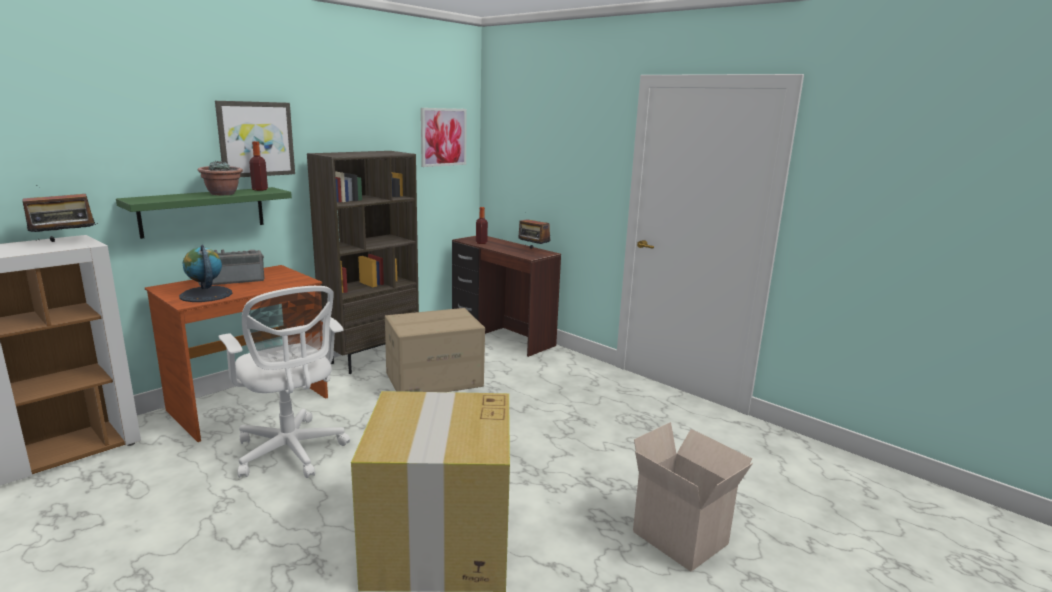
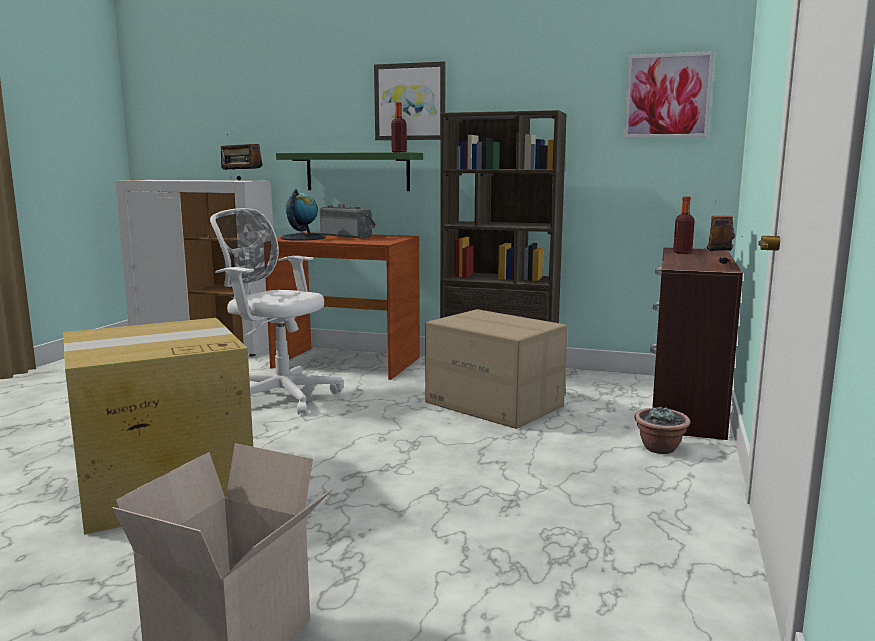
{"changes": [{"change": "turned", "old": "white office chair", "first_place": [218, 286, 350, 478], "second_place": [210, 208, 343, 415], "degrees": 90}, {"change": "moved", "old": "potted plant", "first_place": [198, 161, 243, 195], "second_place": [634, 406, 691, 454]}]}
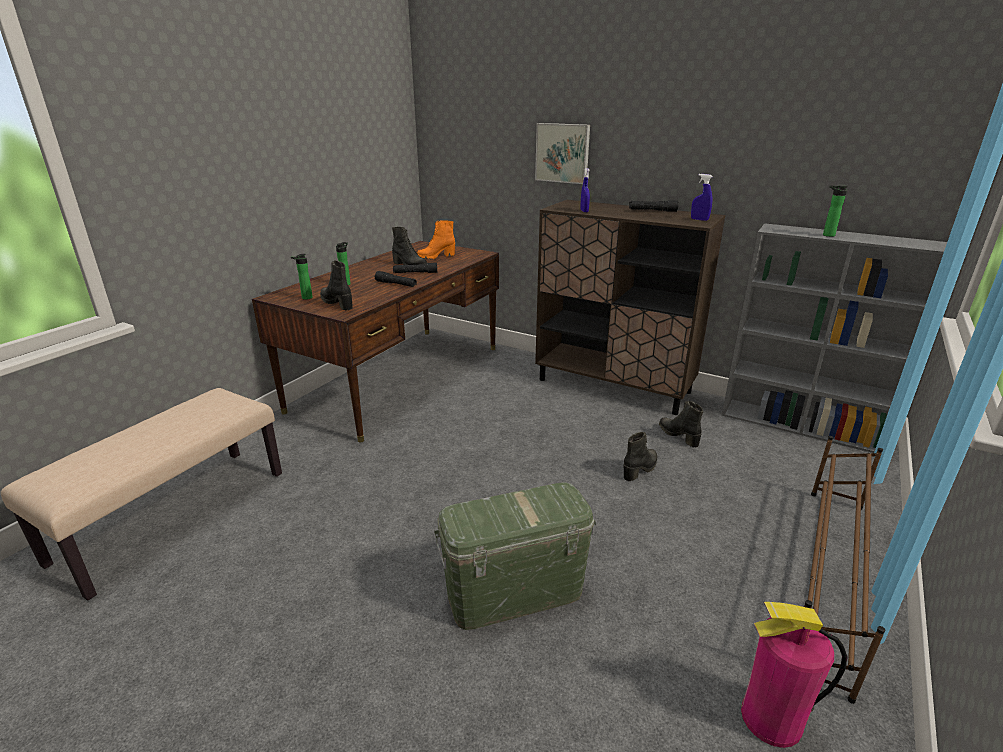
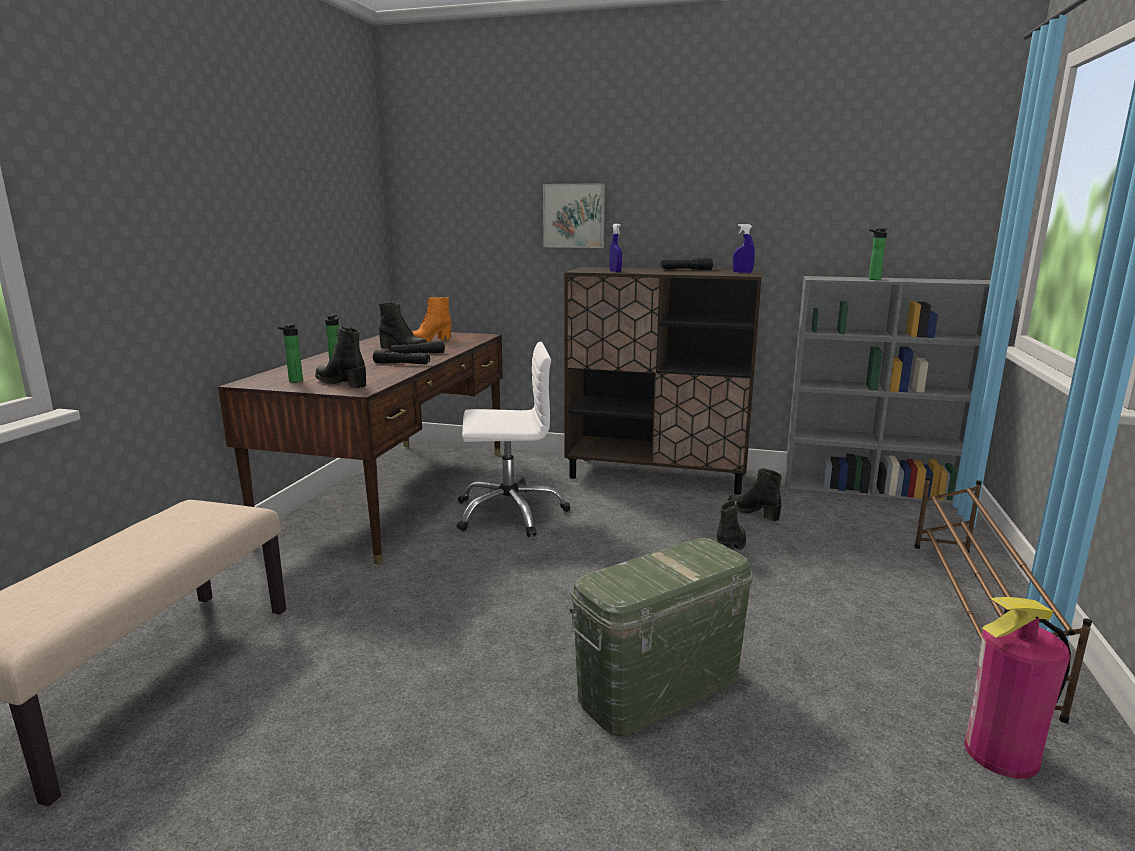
{"changes": [{"change": "added", "new": "white office chair", "second_place": [457, 342, 571, 537]}]}
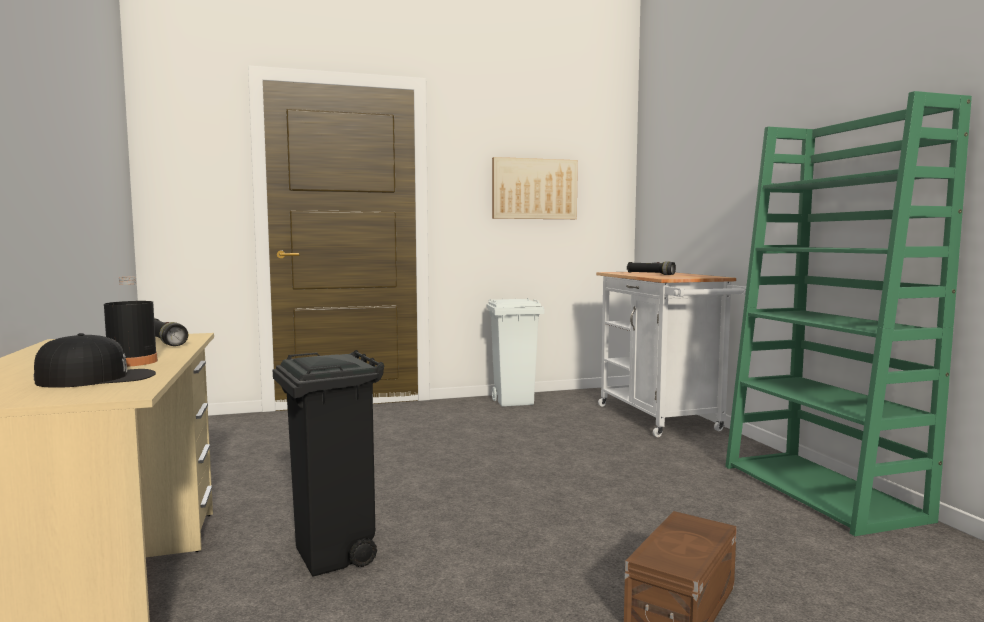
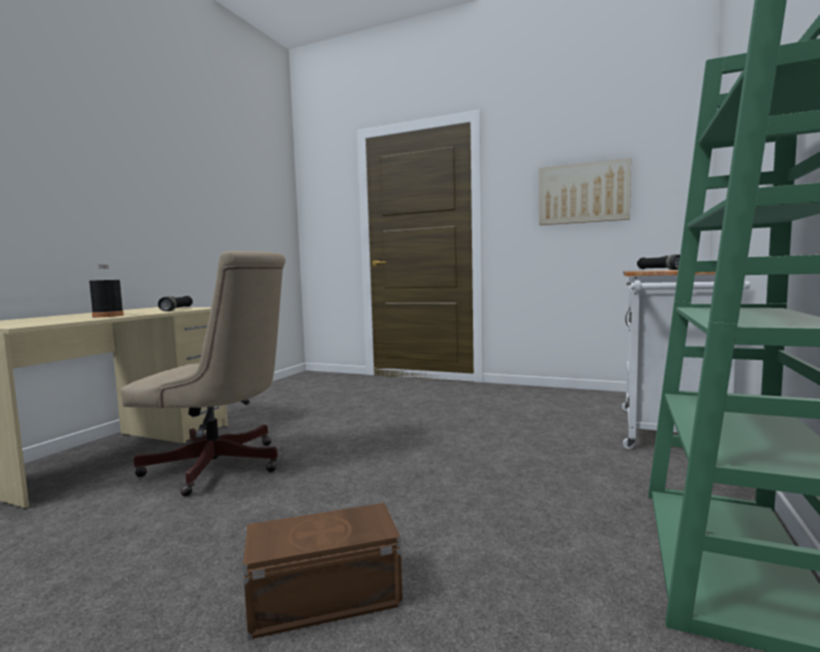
{"changes": [{"change": "replaced", "old": "black trash can", "new": "beige office chair", "first_place": [272, 350, 385, 577], "second_place": [121, 251, 286, 496]}, {"change": "removed", "old": "black cap", "first_place": [33, 333, 156, 388]}, {"change": "removed", "old": "white trash can", "first_place": [486, 298, 545, 407]}]}
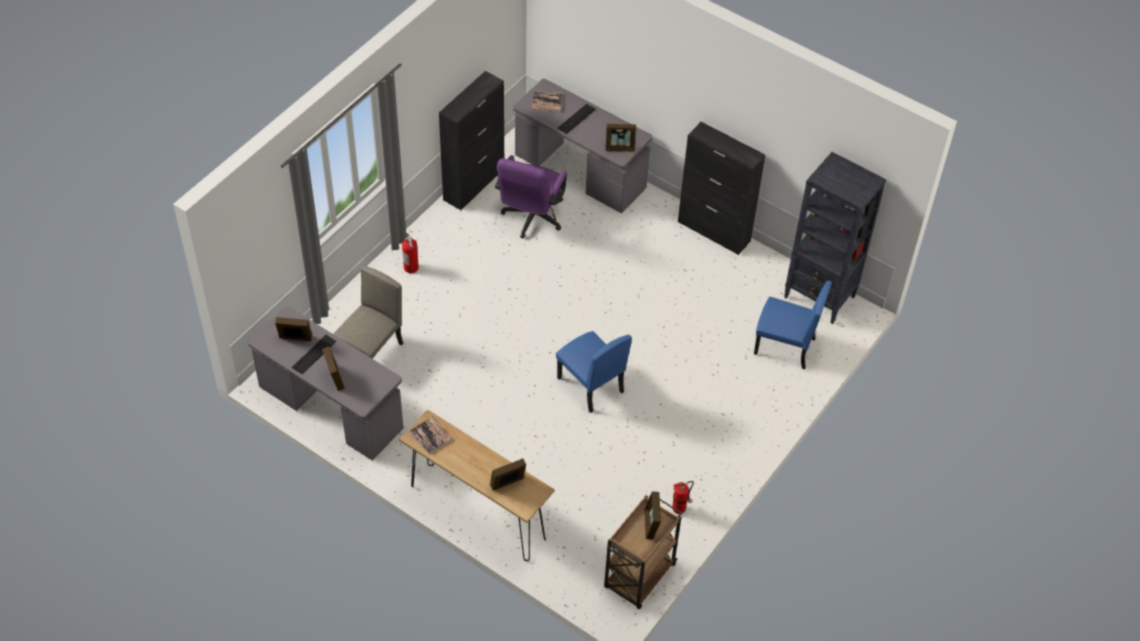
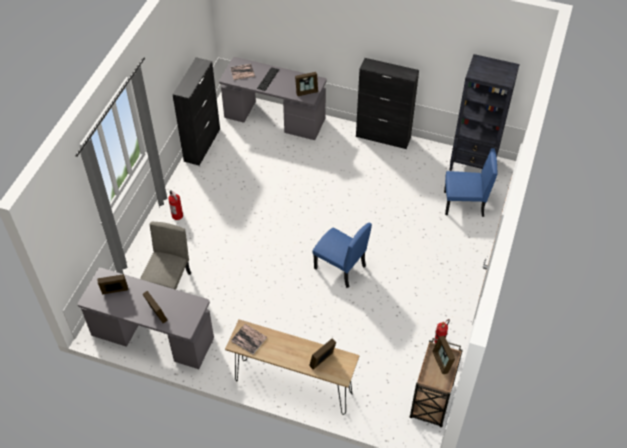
{"changes": [{"change": "removed", "old": "keyboard", "first_place": [292, 335, 337, 374]}, {"change": "removed", "old": "purple office chair", "first_place": [495, 155, 567, 239]}]}
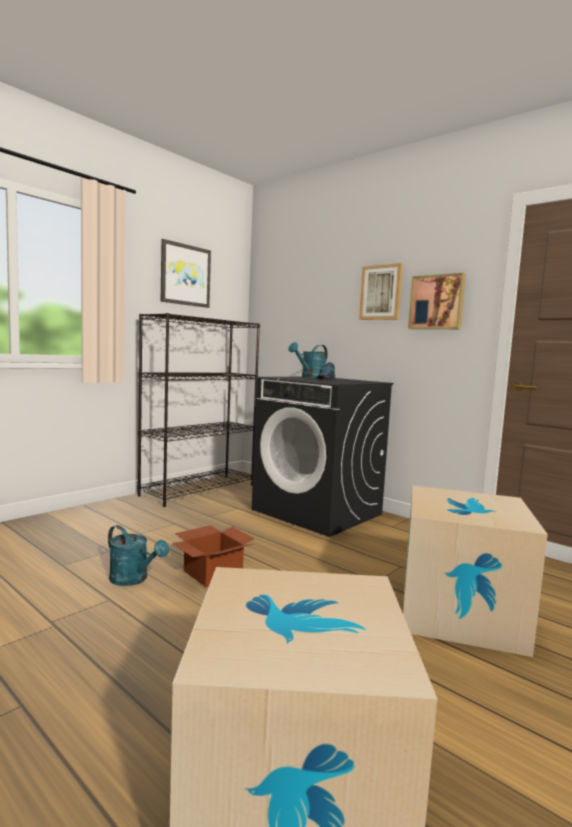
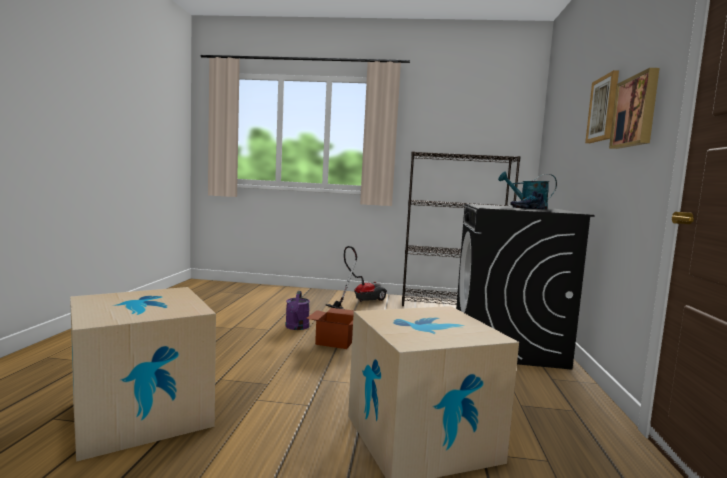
{"changes": [{"change": "recoloured", "old": "turquoise watering can", "new": "purple watering can", "first_place": [108, 525, 169, 586], "second_place": [285, 291, 310, 330]}, {"change": "added", "new": "vacuum cleaner", "second_place": [325, 246, 387, 309]}, {"change": "removed", "old": "picture", "first_place": [161, 239, 211, 308]}]}
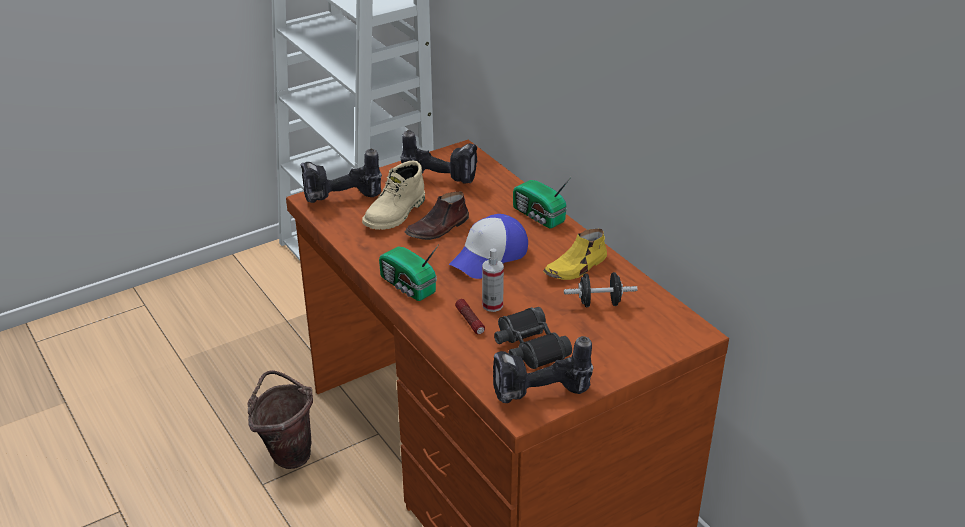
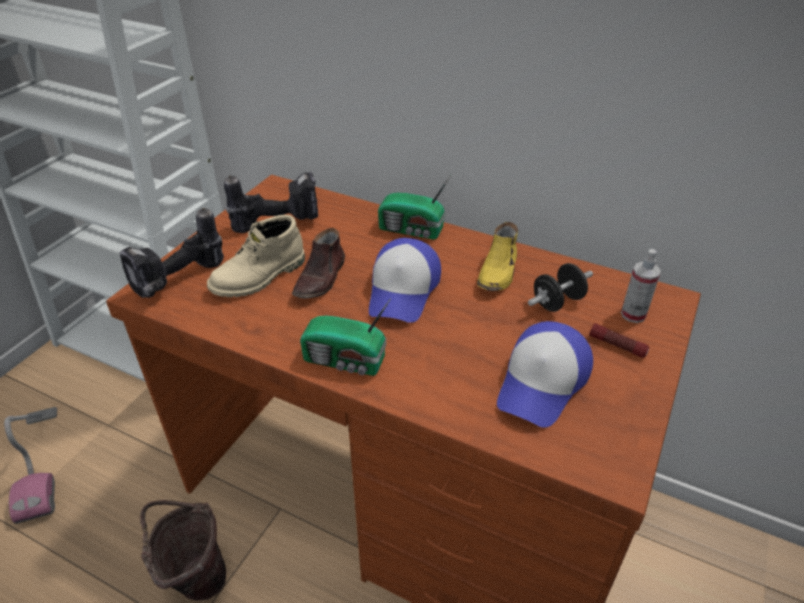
{"changes": [{"change": "added", "new": "vacuum cleaner", "second_place": [4, 407, 57, 524]}, {"change": "turned", "old": "beige boot", "first_place": [362, 161, 425, 230], "second_place": [207, 215, 305, 297], "degrees": 45}, {"change": "replaced", "old": "black binoculars", "new": "cap", "first_place": [494, 307, 572, 369], "second_place": [497, 321, 593, 427]}, {"change": "moved", "old": "flashlight", "first_place": [455, 299, 485, 334], "second_place": [589, 323, 649, 358]}, {"change": "moved", "old": "spray bottle", "first_place": [482, 248, 504, 312], "second_place": [621, 249, 661, 323]}, {"change": "removed", "old": "power drill", "first_place": [493, 336, 593, 403]}]}
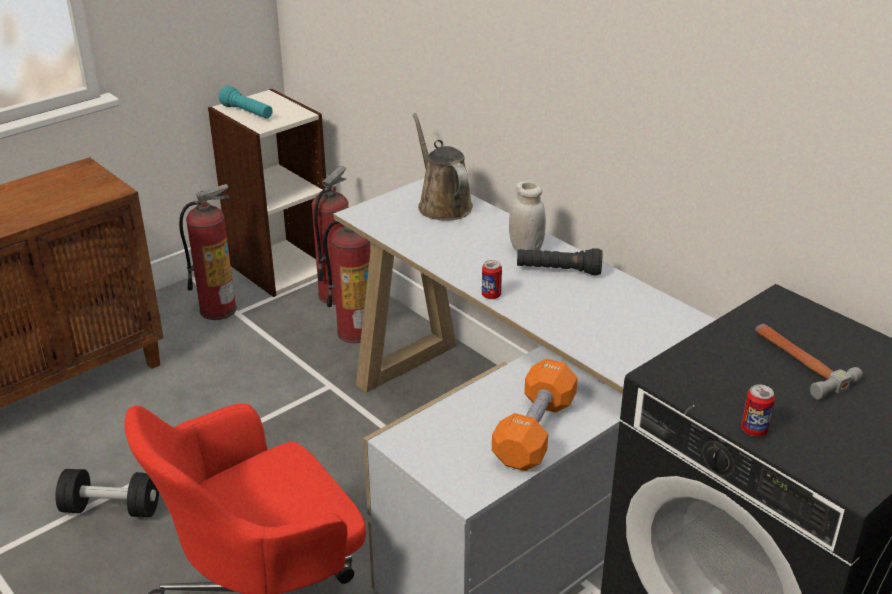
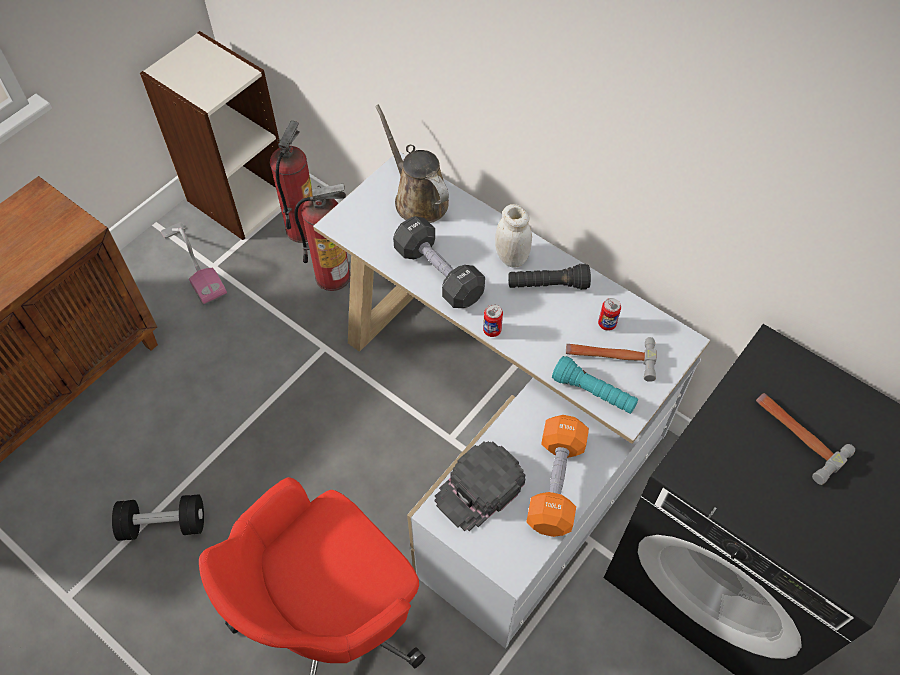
{"changes": [{"change": "replaced", "old": "fire extinguisher", "new": "vacuum cleaner", "first_place": [179, 184, 237, 320], "second_place": [161, 222, 227, 305]}, {"change": "added", "new": "black dumbbell", "second_place": [393, 216, 485, 308]}, {"change": "added", "new": "black cap", "second_place": [434, 441, 525, 531]}, {"change": "moved", "old": "turquoise flashlight", "first_place": [219, 86, 273, 119], "second_place": [552, 356, 638, 414]}, {"change": "added", "new": "hammer", "second_place": [566, 337, 657, 382]}, {"change": "moved", "old": "can", "first_place": [741, 384, 775, 437], "second_place": [598, 298, 621, 331]}]}
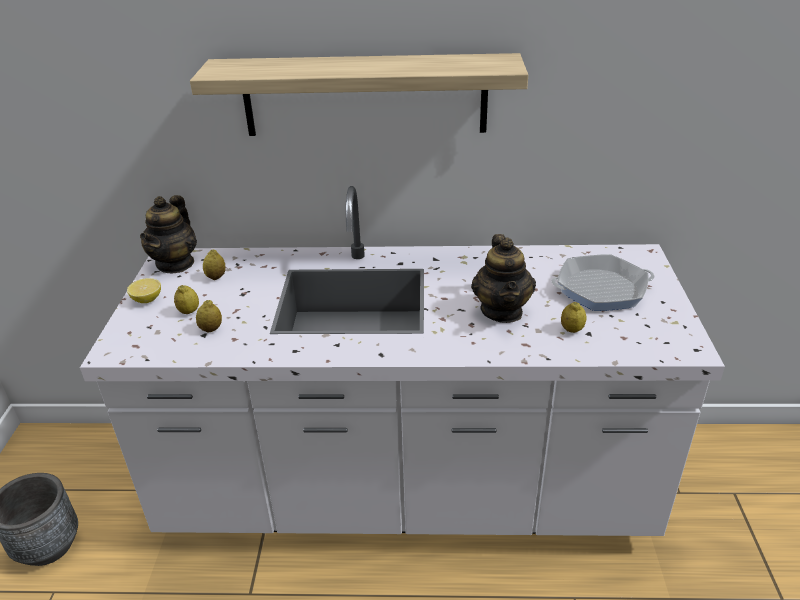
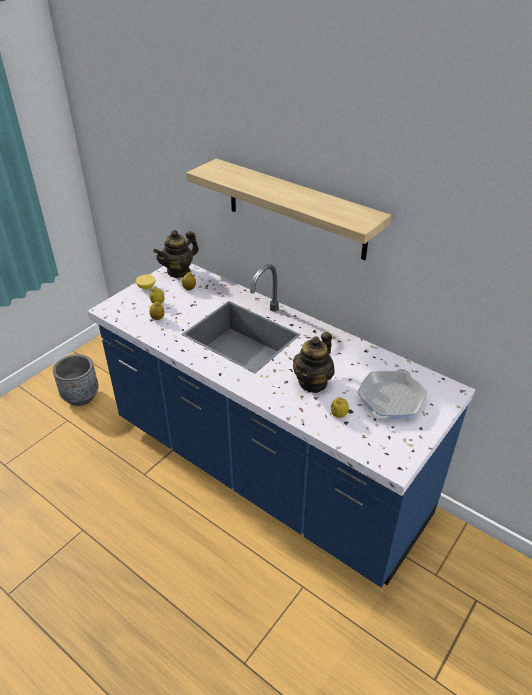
{"changes": [{"change": "recoloured", "old": "white counter", "new": "blue counter", "first_place": [80, 186, 725, 536], "second_place": [87, 263, 475, 588]}, {"change": "turned", "old": "frying pan", "first_place": [551, 254, 654, 311], "second_place": [358, 369, 427, 419], "degrees": -90}]}
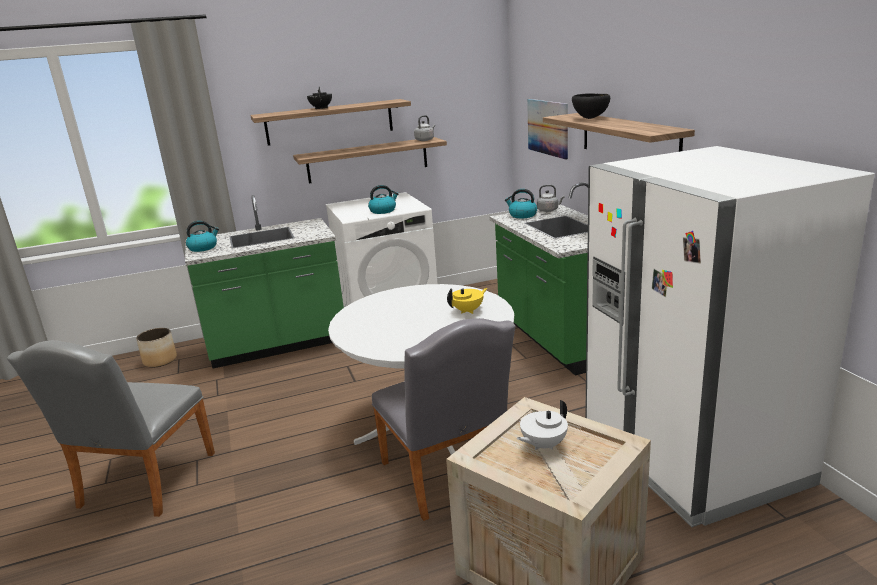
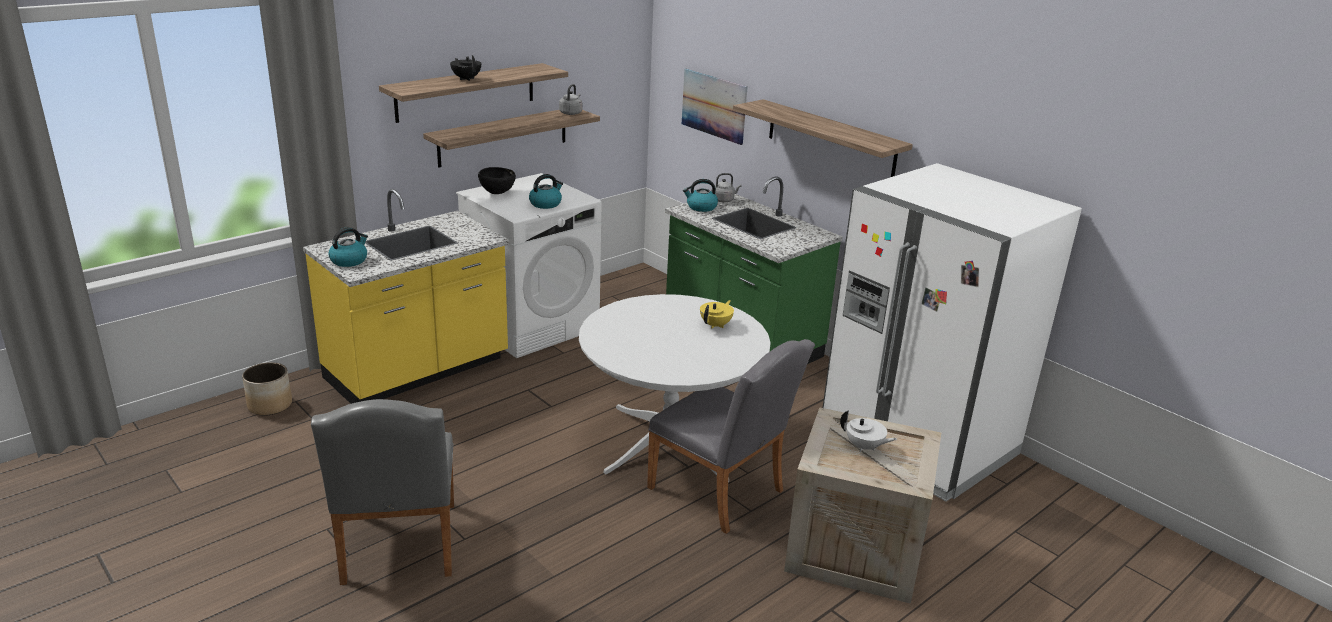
{"changes": [{"change": "recoloured", "old": "green counter", "new": "yellow counter", "first_place": [185, 195, 344, 368], "second_place": [303, 189, 509, 404]}, {"change": "moved", "old": "black bowl", "first_place": [572, 93, 610, 119], "second_place": [478, 167, 516, 194]}, {"change": "turned", "old": "white teapot", "first_place": [517, 400, 568, 450], "second_place": [840, 410, 897, 452], "degrees": -90}]}
